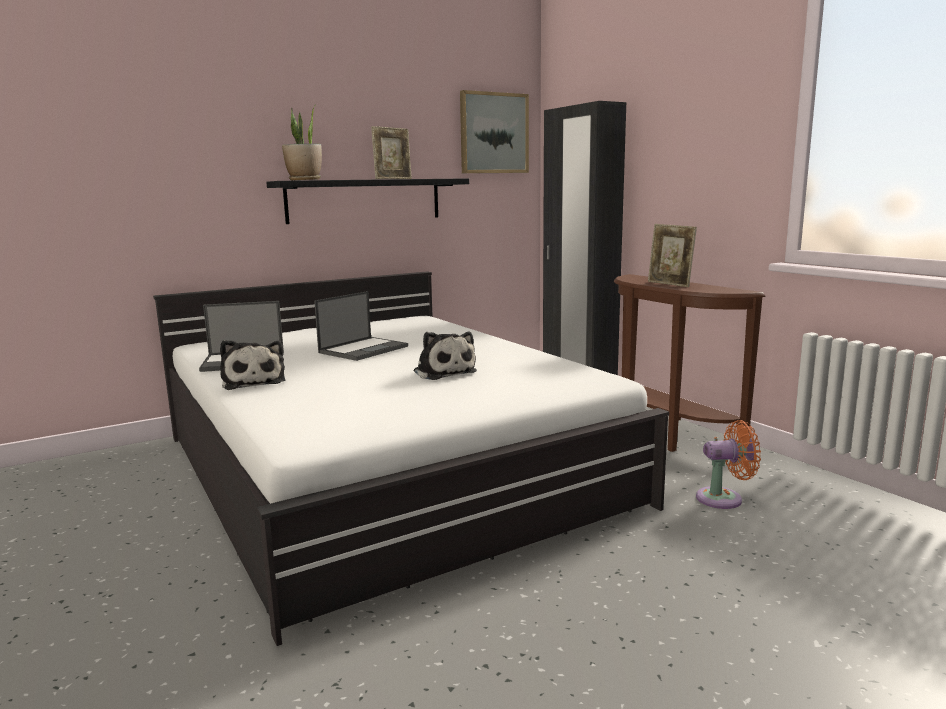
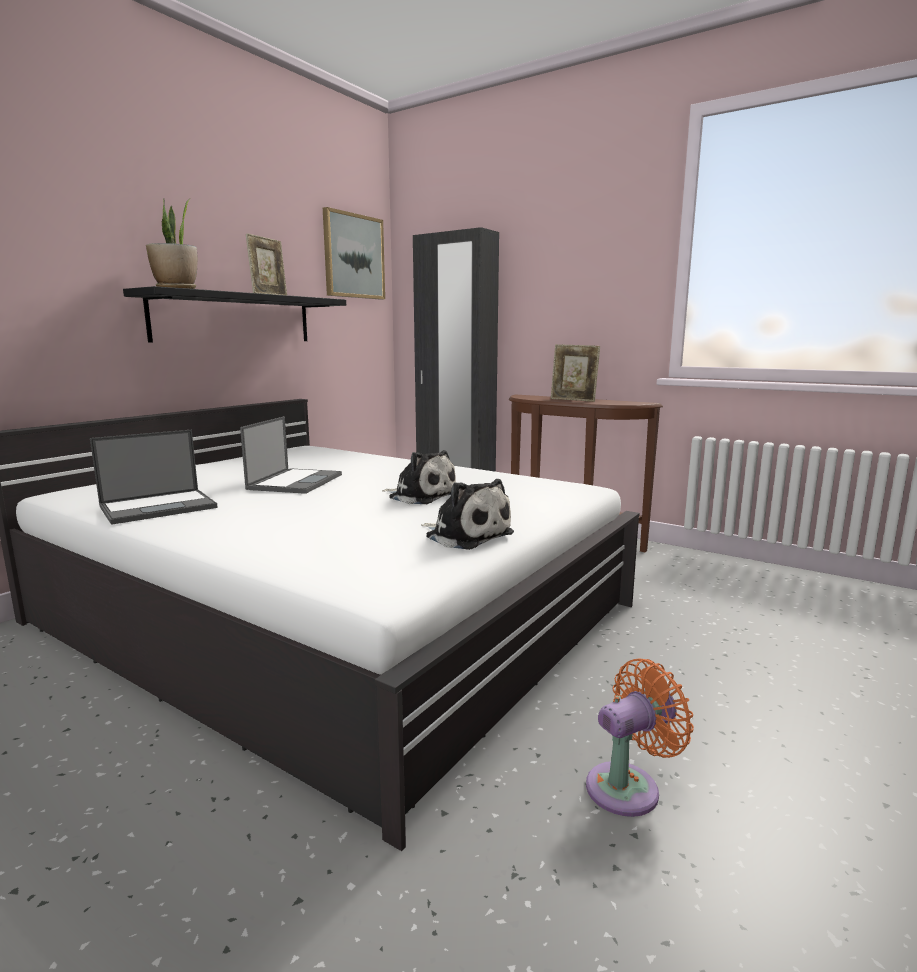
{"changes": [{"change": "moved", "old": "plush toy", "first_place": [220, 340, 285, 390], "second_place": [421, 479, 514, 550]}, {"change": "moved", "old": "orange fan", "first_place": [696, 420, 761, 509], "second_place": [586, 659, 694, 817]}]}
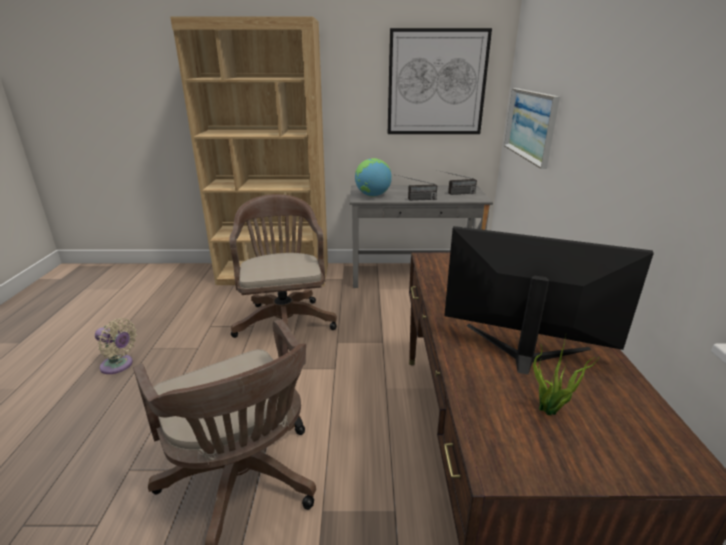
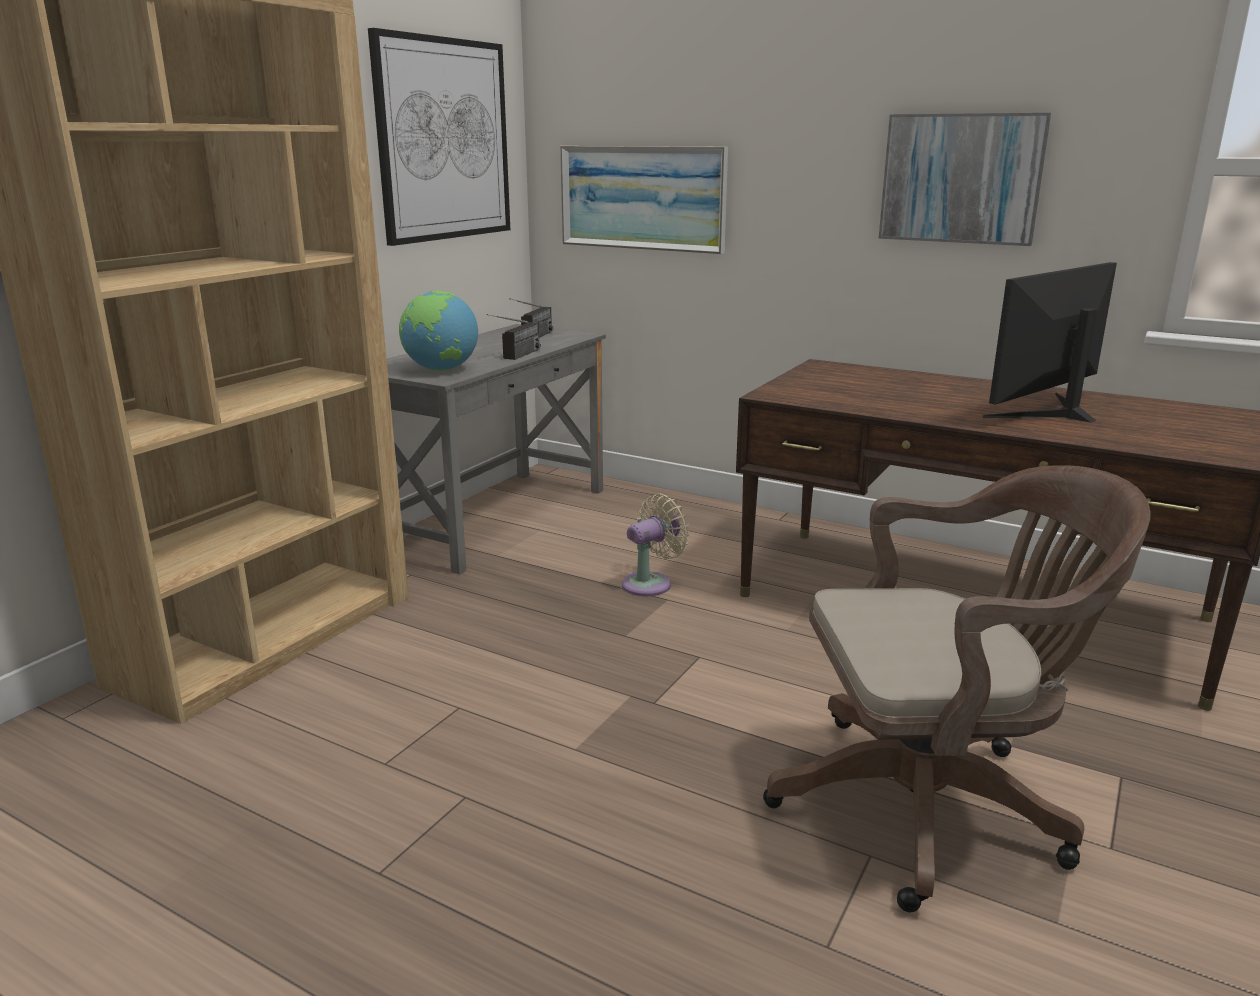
{"changes": [{"change": "moved", "old": "beige fan", "first_place": [95, 318, 137, 374], "second_place": [622, 493, 690, 596]}, {"change": "added", "new": "picture", "second_place": [879, 113, 1051, 246]}, {"change": "removed", "old": "brown office chair", "first_place": [229, 194, 337, 348]}, {"change": "removed", "old": "potted plant", "first_place": [533, 336, 599, 415]}]}
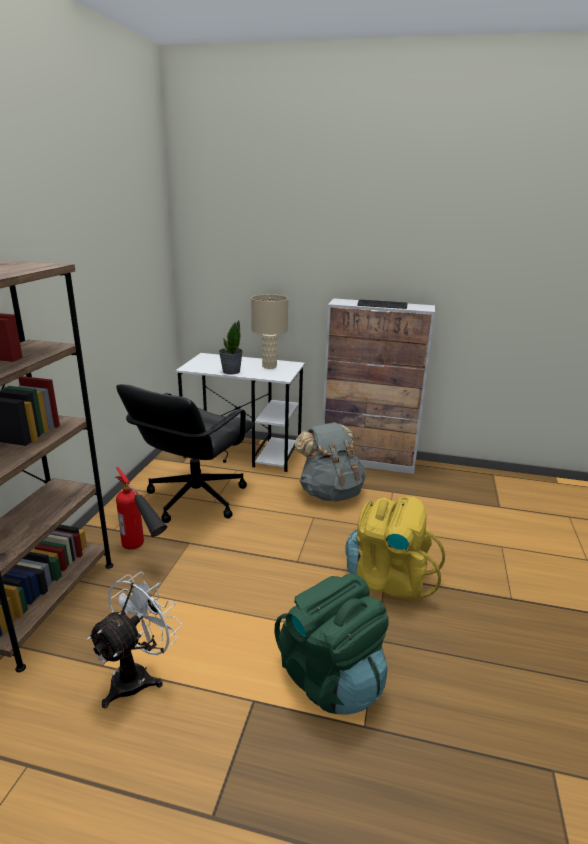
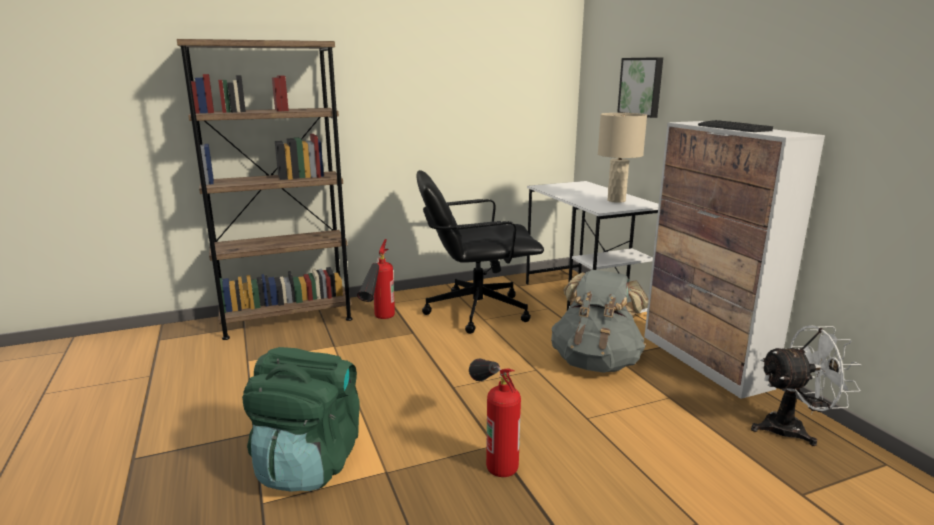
{"changes": [{"change": "replaced", "old": "yellow backpack", "new": "fire extinguisher", "first_place": [345, 497, 445, 601], "second_place": [469, 359, 521, 477]}, {"change": "added", "new": "picture", "second_place": [617, 57, 663, 118]}, {"change": "moved", "old": "white fan", "first_place": [87, 572, 182, 709], "second_place": [751, 325, 861, 446]}, {"change": "removed", "old": "potted plant", "first_place": [219, 320, 243, 374]}]}
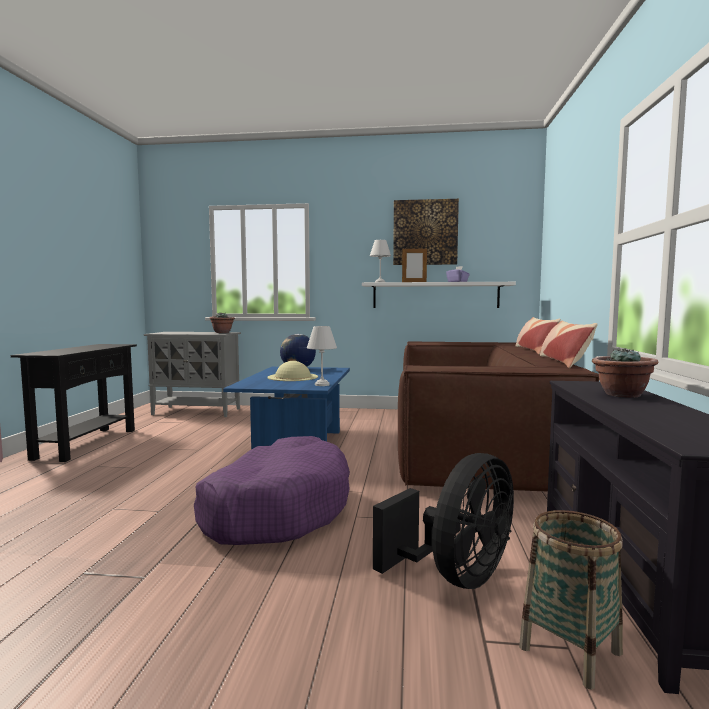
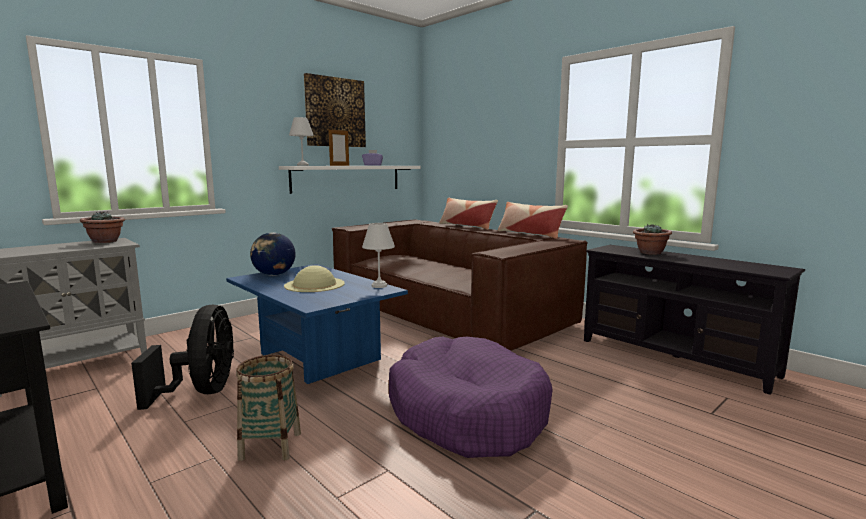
{"changes": [{"change": "moved", "old": "black fan", "first_place": [373, 453, 514, 589], "second_place": [131, 305, 234, 410]}, {"change": "moved", "old": "basket", "first_place": [519, 510, 623, 690], "second_place": [236, 355, 301, 461]}]}
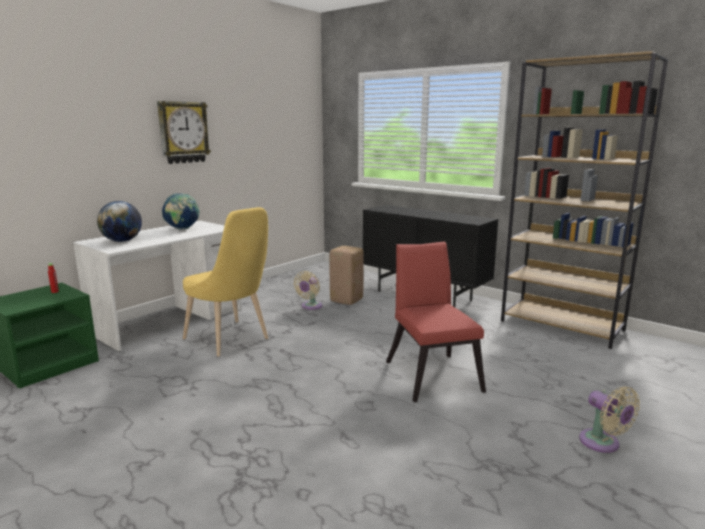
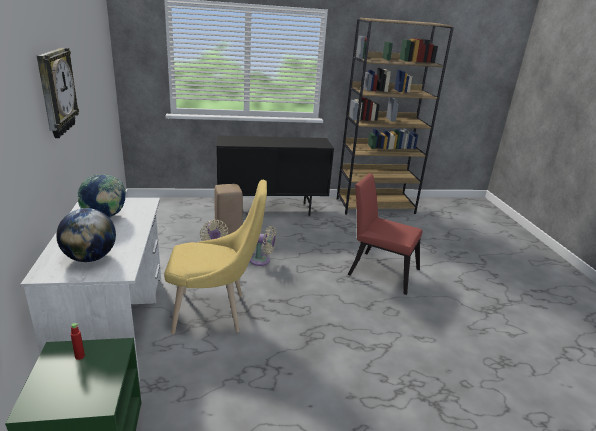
{"changes": [{"change": "moved", "old": "beige fan", "first_place": [579, 386, 640, 453], "second_place": [250, 226, 277, 266]}]}
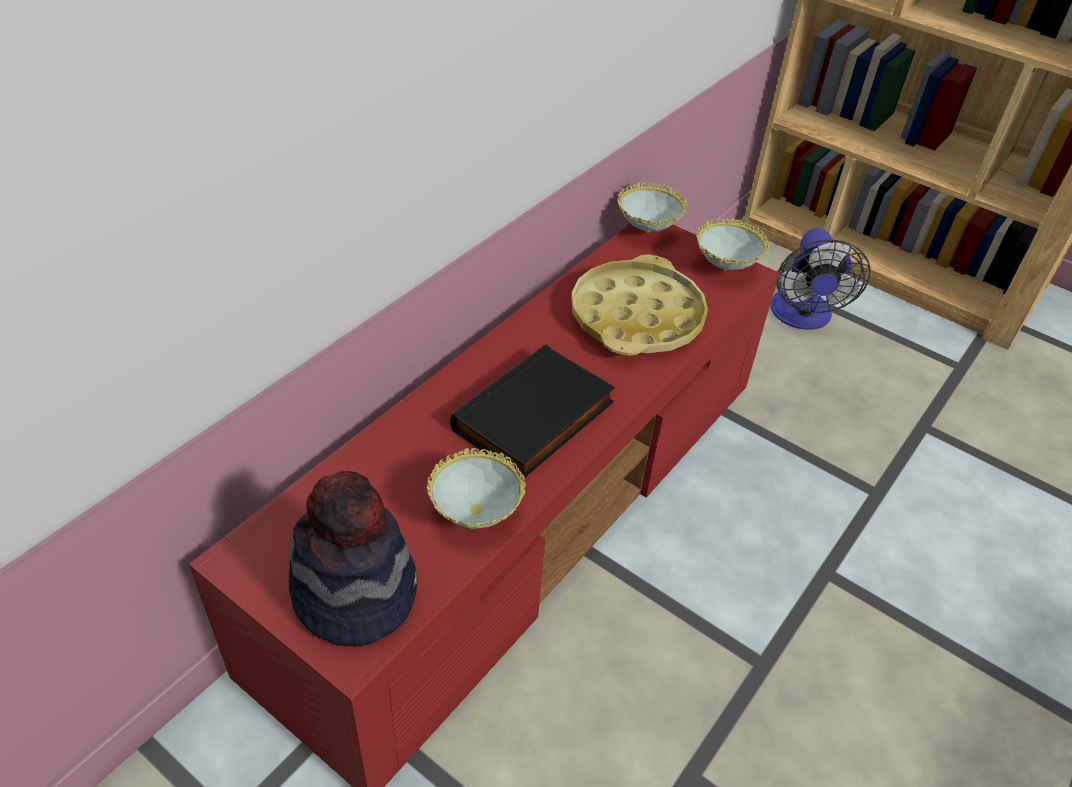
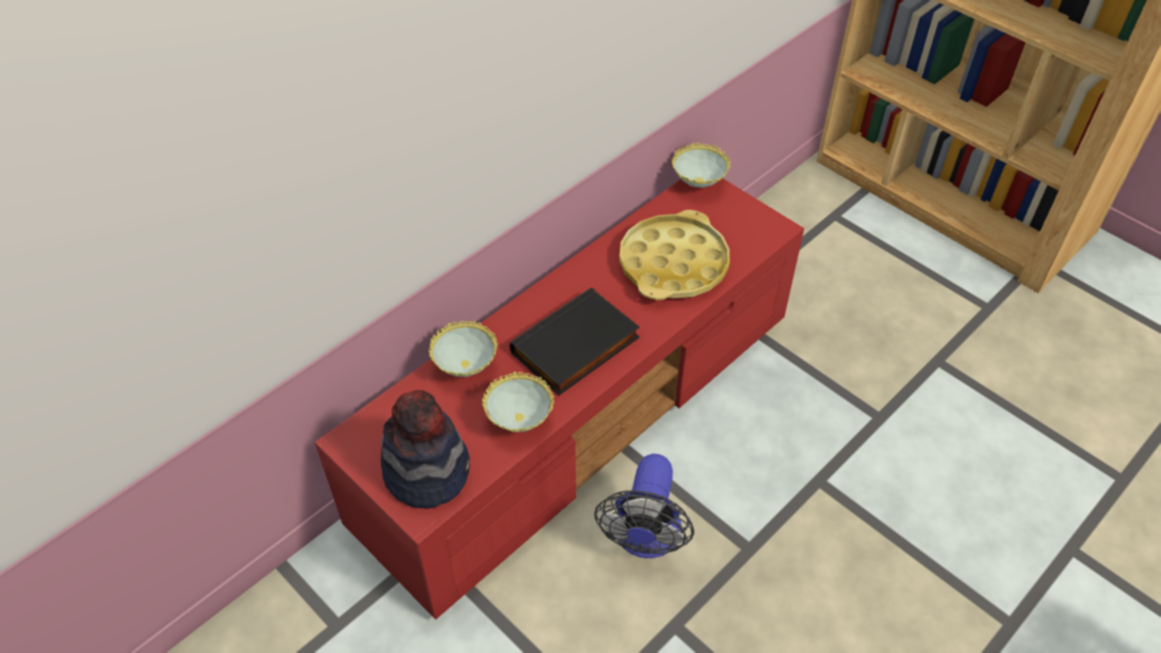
{"changes": [{"change": "moved", "old": "bowl", "first_place": [696, 218, 770, 271], "second_place": [428, 321, 498, 377]}, {"change": "moved", "old": "fan", "first_place": [771, 228, 871, 330], "second_place": [594, 454, 694, 558]}]}
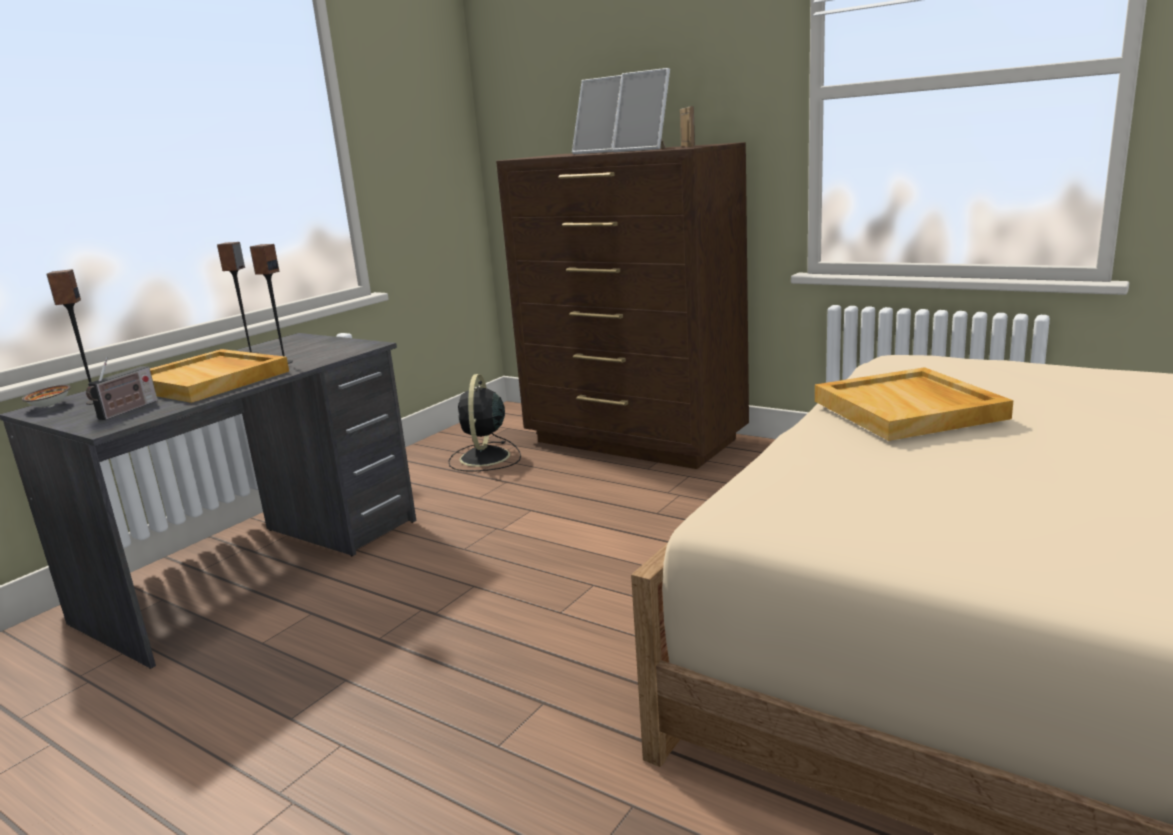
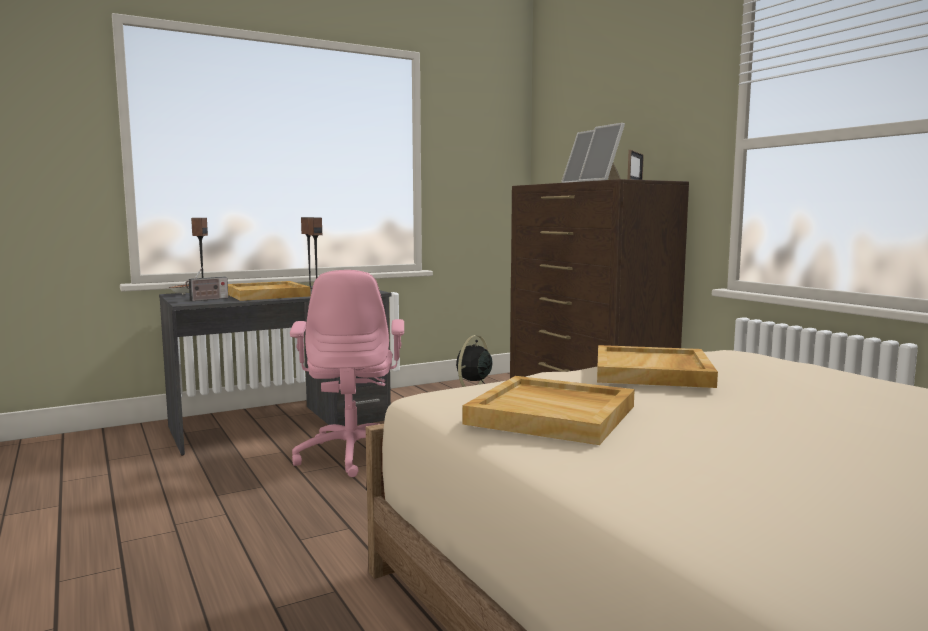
{"changes": [{"change": "added", "new": "pink office chair", "second_place": [290, 270, 404, 477]}, {"change": "added", "new": "beige tray", "second_place": [463, 376, 635, 445]}]}
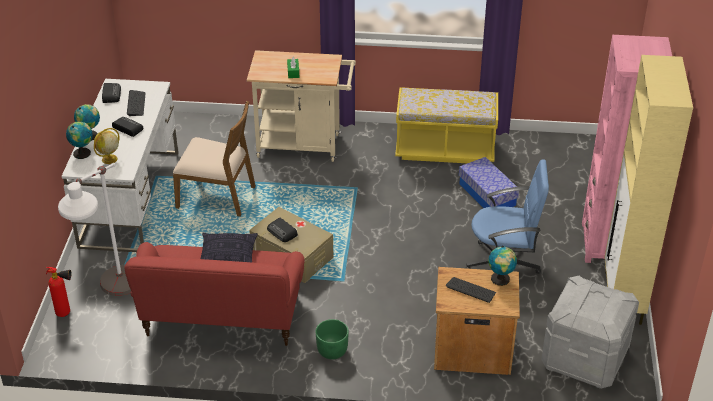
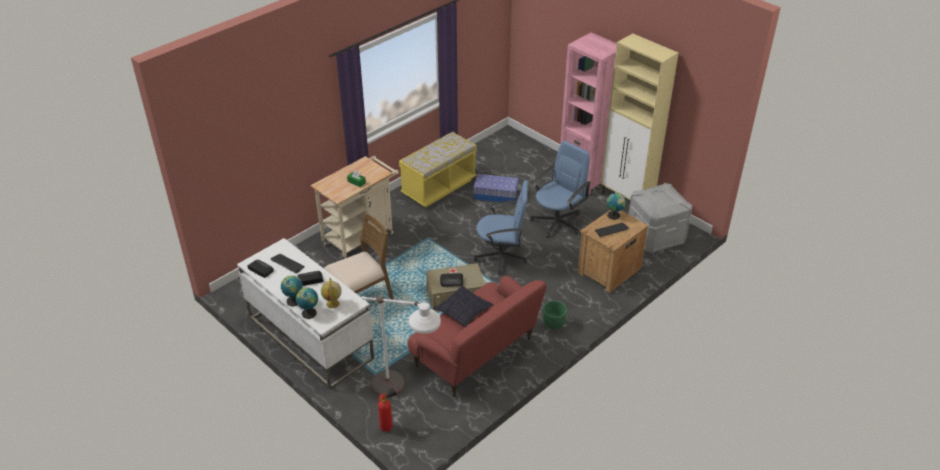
{"changes": [{"change": "added", "new": "blue office chair", "second_place": [474, 180, 528, 275]}]}
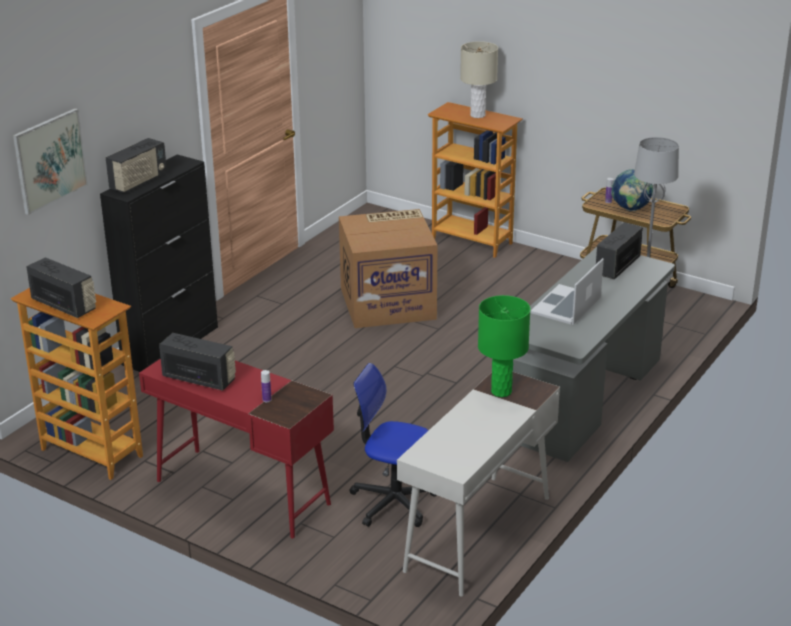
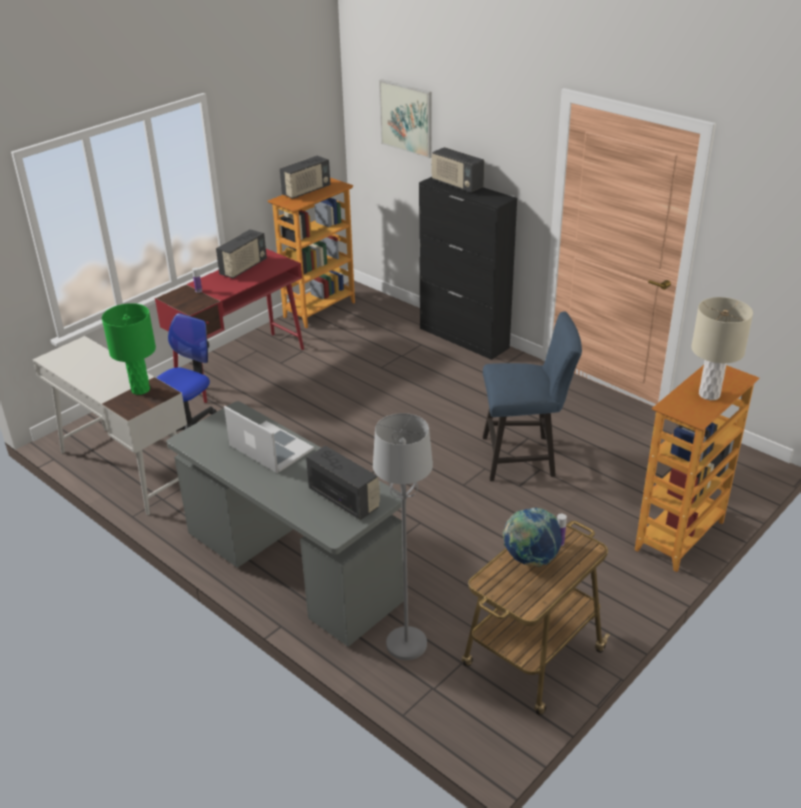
{"changes": [{"change": "replaced", "old": "cardboard box", "new": "blue chair", "first_place": [339, 209, 438, 328], "second_place": [483, 311, 582, 481]}]}
